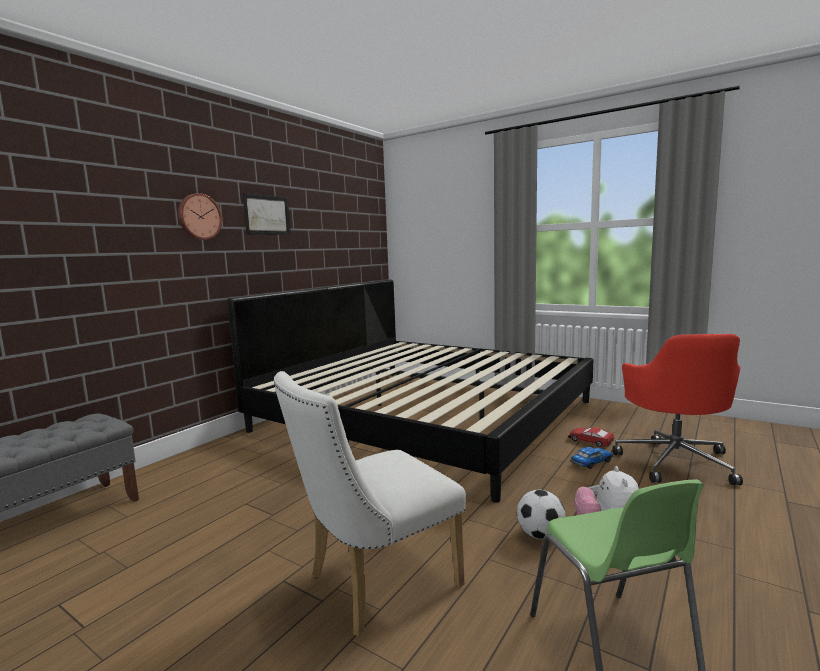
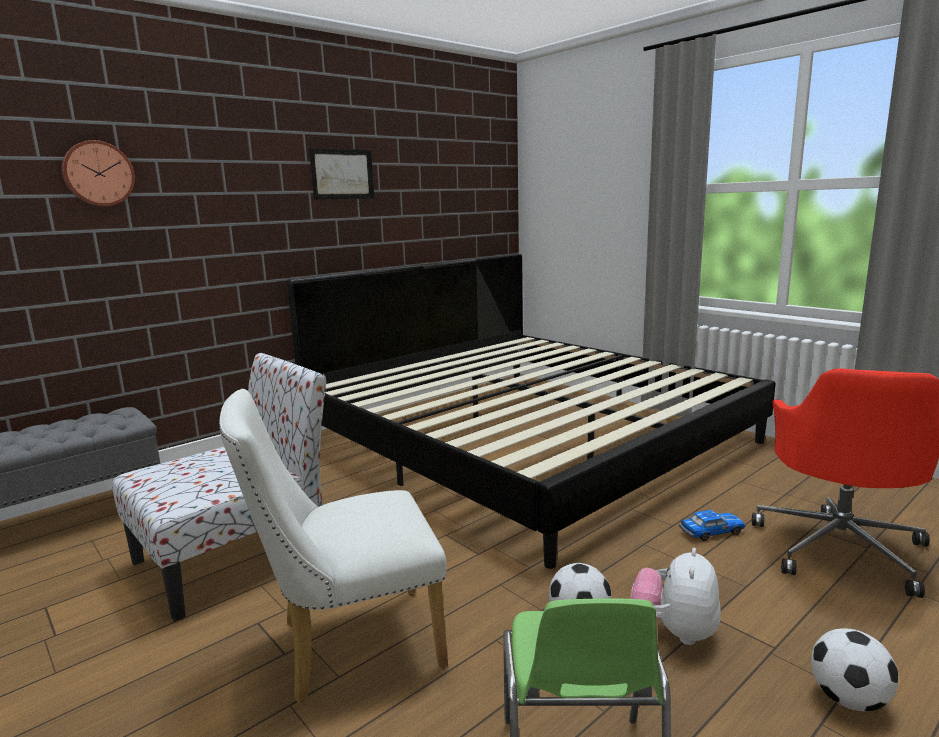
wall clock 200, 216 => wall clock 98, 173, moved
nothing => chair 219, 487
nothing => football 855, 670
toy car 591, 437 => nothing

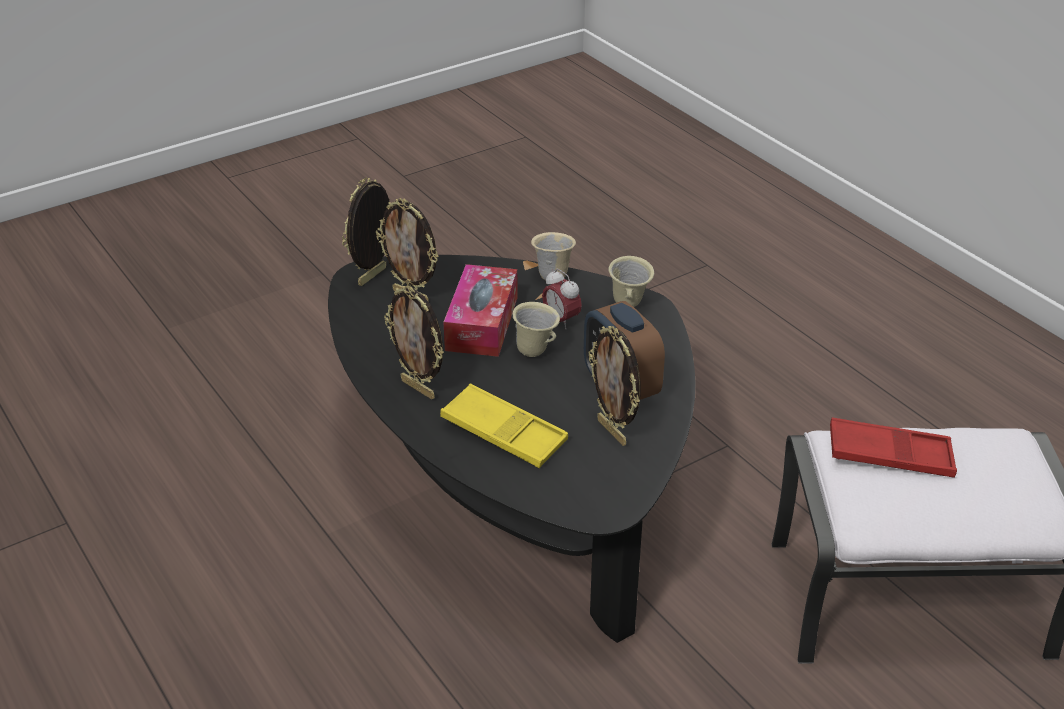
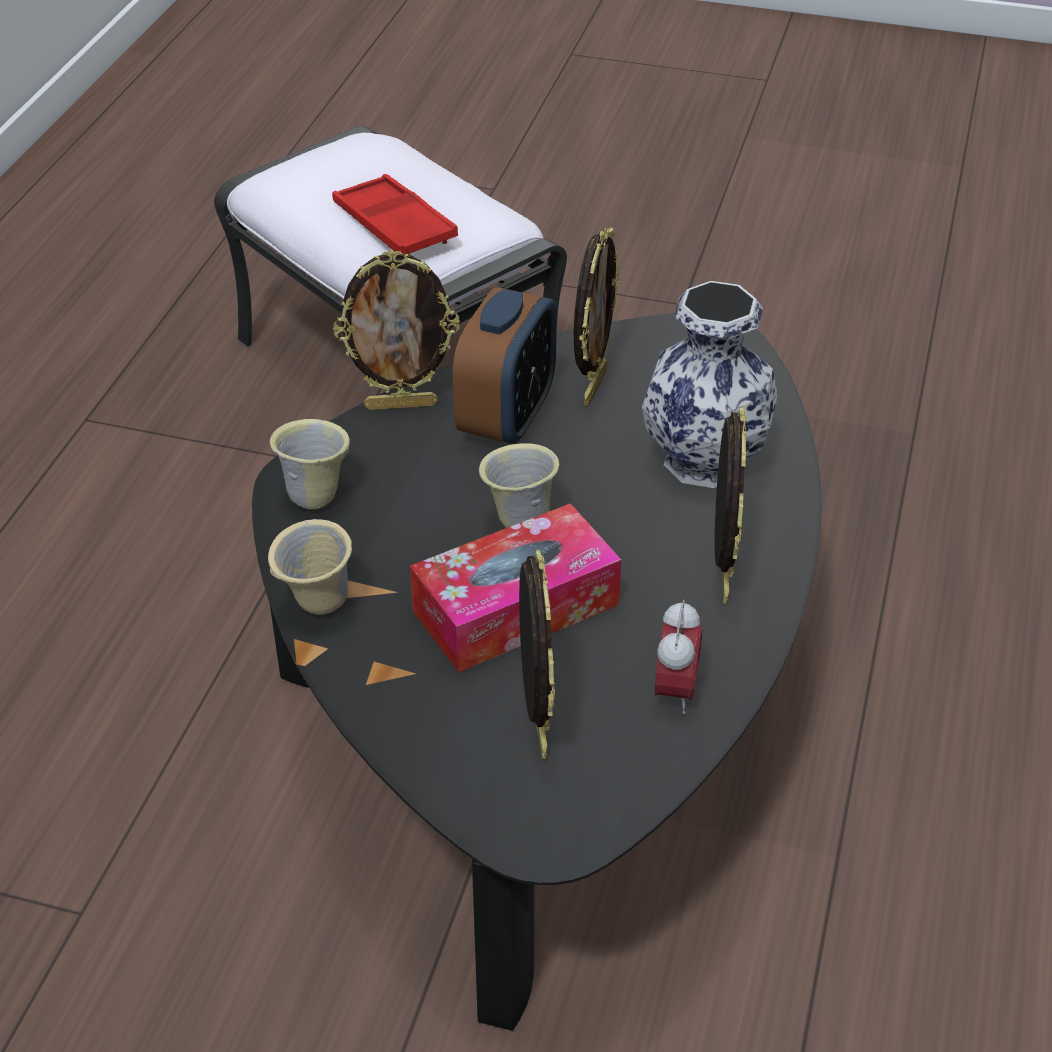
picture frame 366, 232 => picture frame 396, 330, moved
yellow tray 504, 425 => vase 710, 384
alarm clock 562, 299 => alarm clock 678, 656, moved

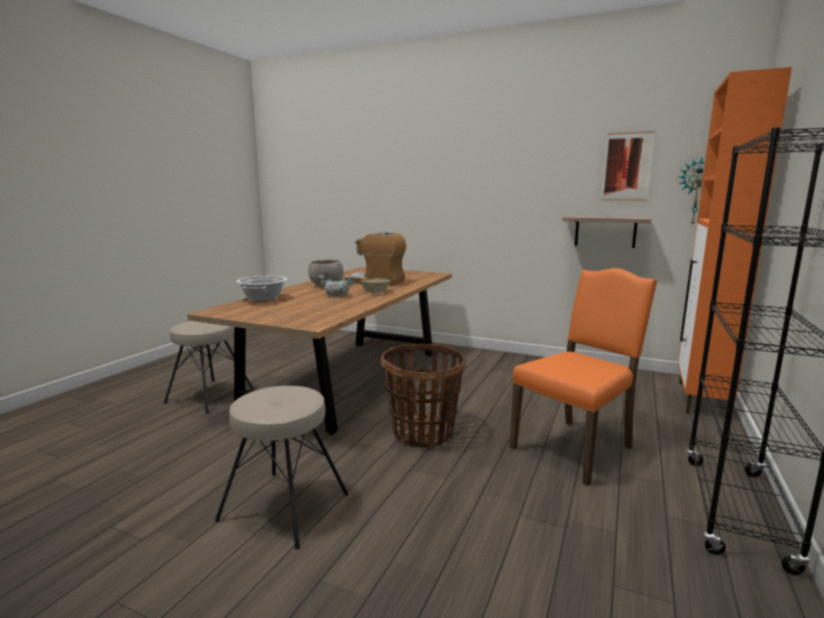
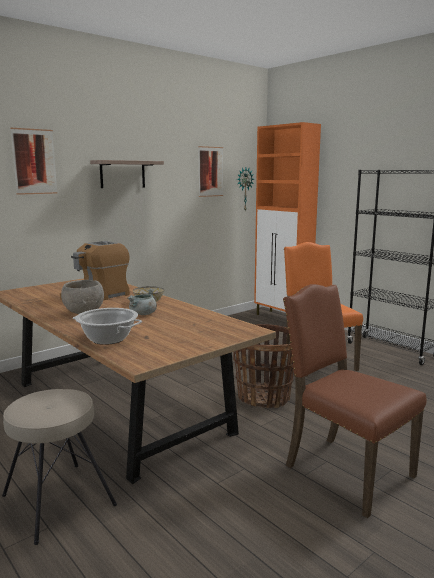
nothing => picture 33, 161
shelf 606, 232 => shelf 127, 174, moved
beige stool 282, 467 => brown chair 355, 401

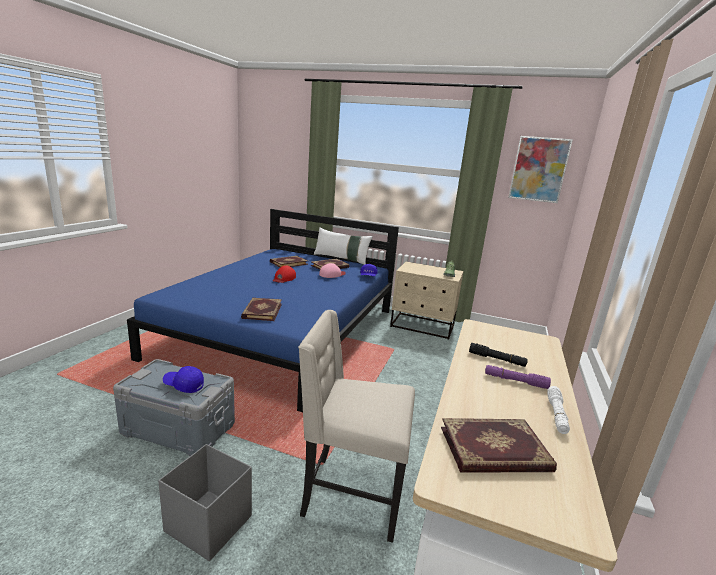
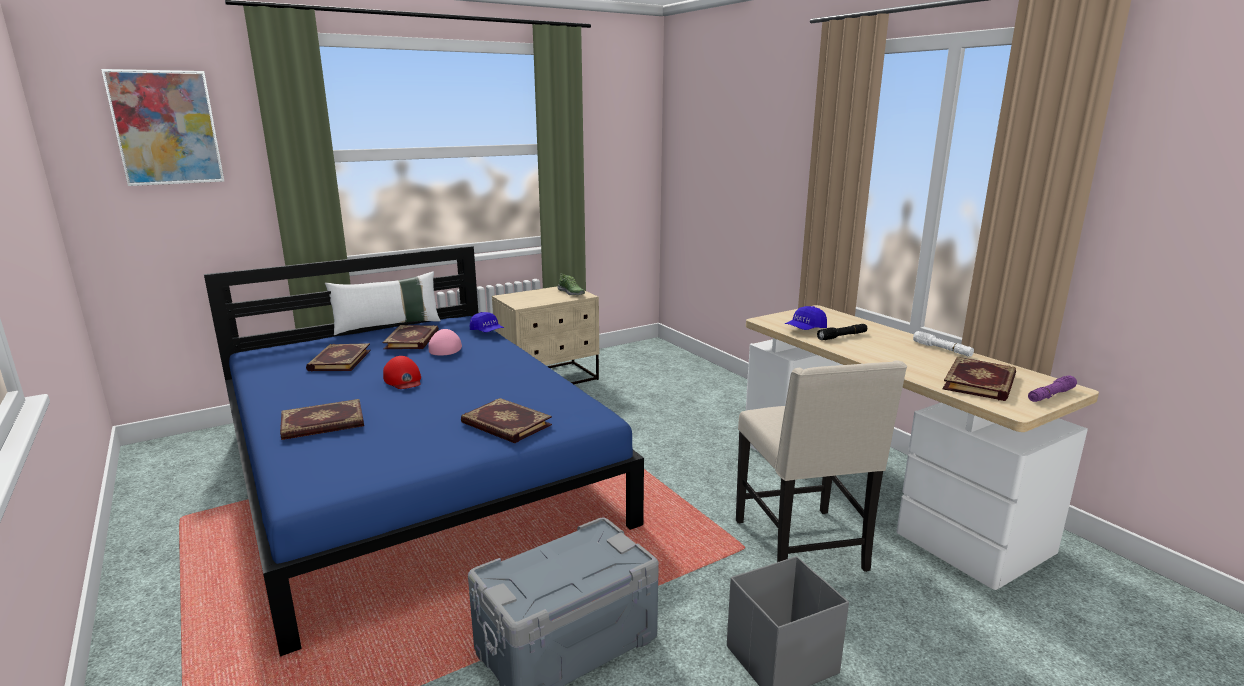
picture 540, 169 => picture 162, 127, moved
nothing => book 322, 419
beige chair 356, 426 => beige chair 821, 466, 60 degrees counterclockwise
blue cap 183, 379 => blue cap 806, 318, moved
purple flashlight 518, 377 => purple flashlight 1052, 388, moved

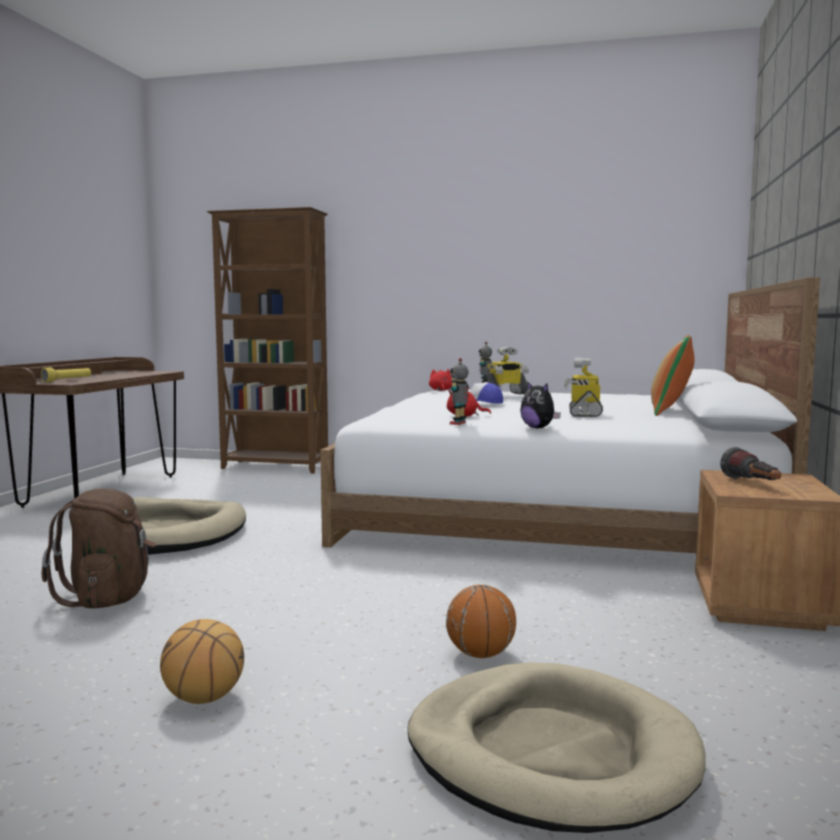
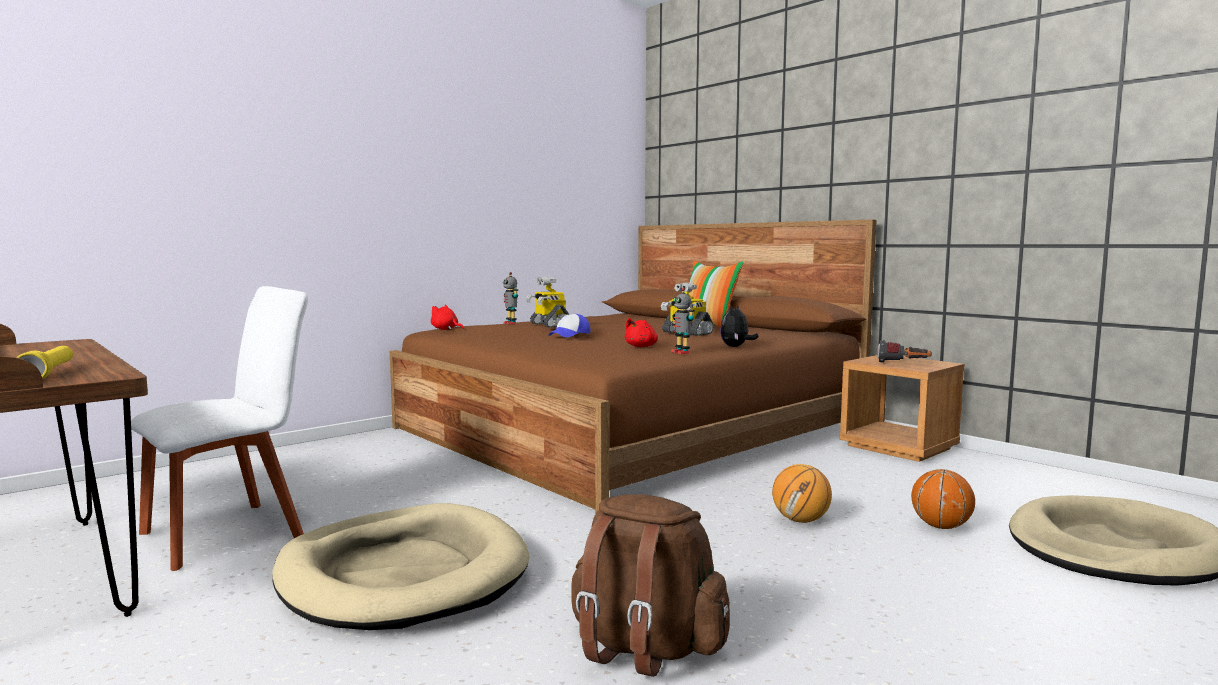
nothing => white chair 219, 428
white bed 570, 415 => brown bed 633, 366
toy robot 505, 370 => toy robot 547, 302, 135 degrees clockwise
plush toy 540, 404 => plush toy 739, 326, 120 degrees clockwise
basketball 202, 661 => basketball 802, 493, moved
brown bookcase 267, 340 => nothing

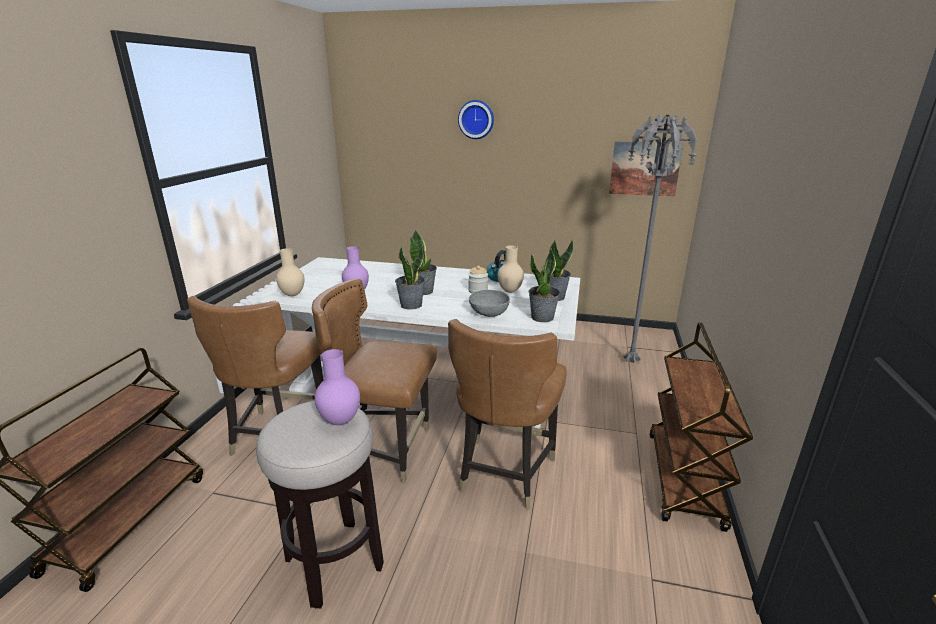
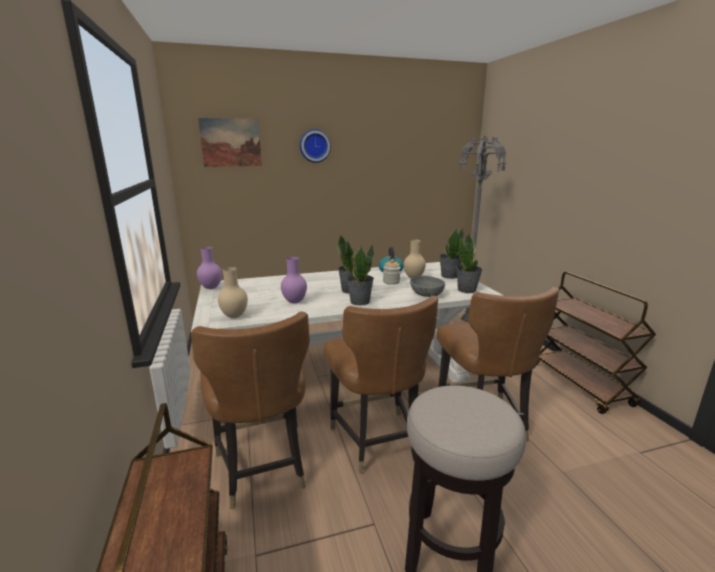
purple vase 337, 387 => purple vase 209, 268, moved
picture 646, 169 => picture 230, 142, moved
brown chair 374, 381 => brown chair 381, 384, 90 degrees counterclockwise

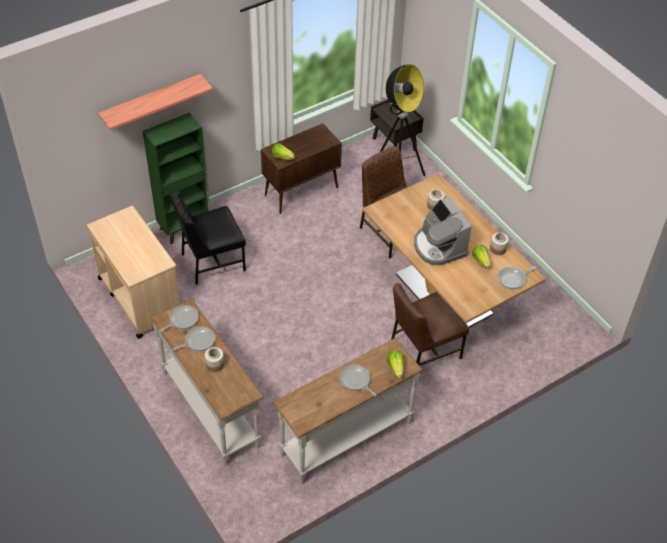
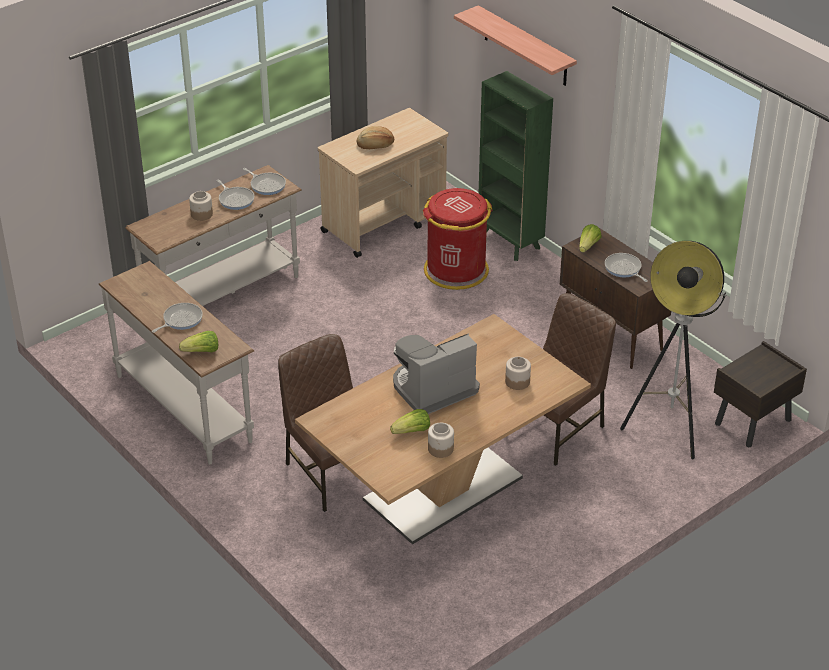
nothing => bread 375, 137
black chair 208, 238 => red trash can 457, 239
frying pan 517, 278 => frying pan 626, 267, moved

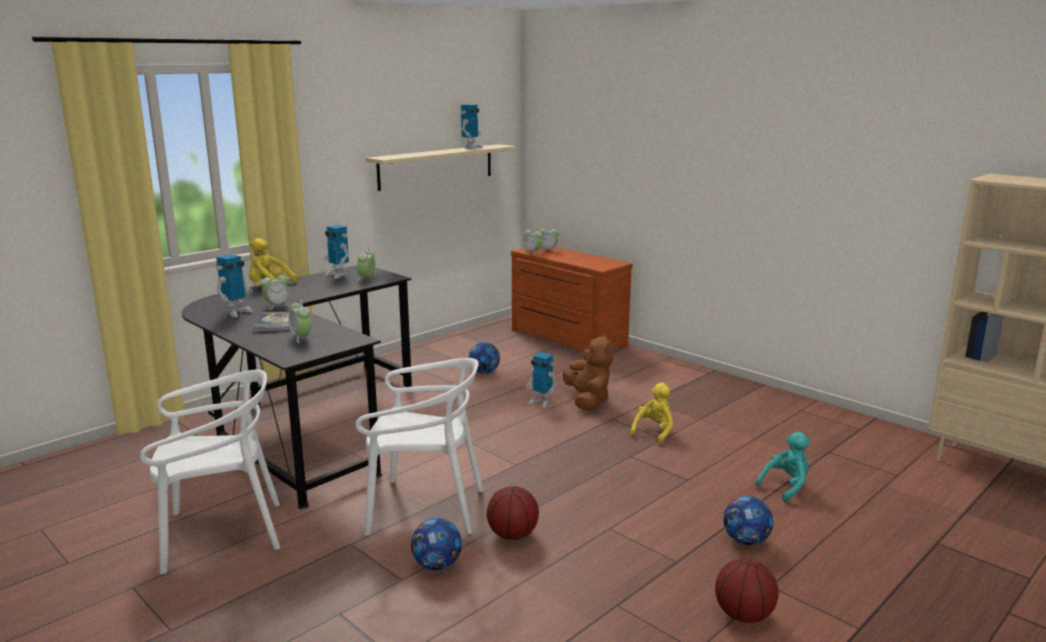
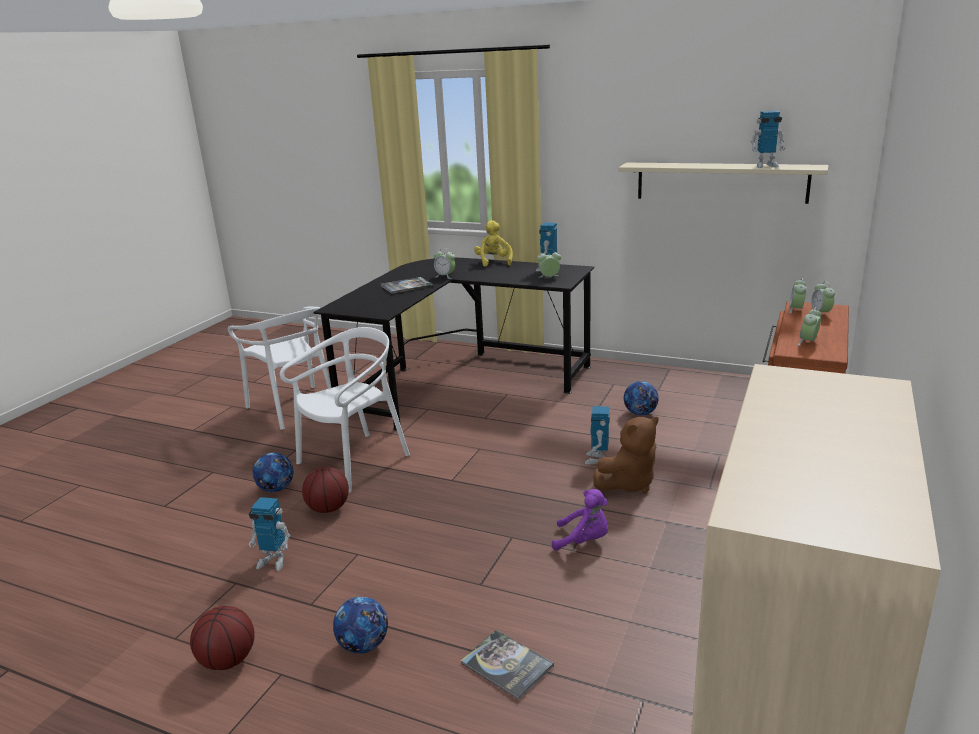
toy robot 234, 285 => toy robot 269, 534, moved
white chair 419, 447 => white chair 345, 410, 120 degrees counterclockwise
turquoise plush toy 782, 467 => book 507, 665
yellow plush toy 651, 414 => purple plush toy 580, 520
alarm clock 300, 321 => alarm clock 809, 326, moved

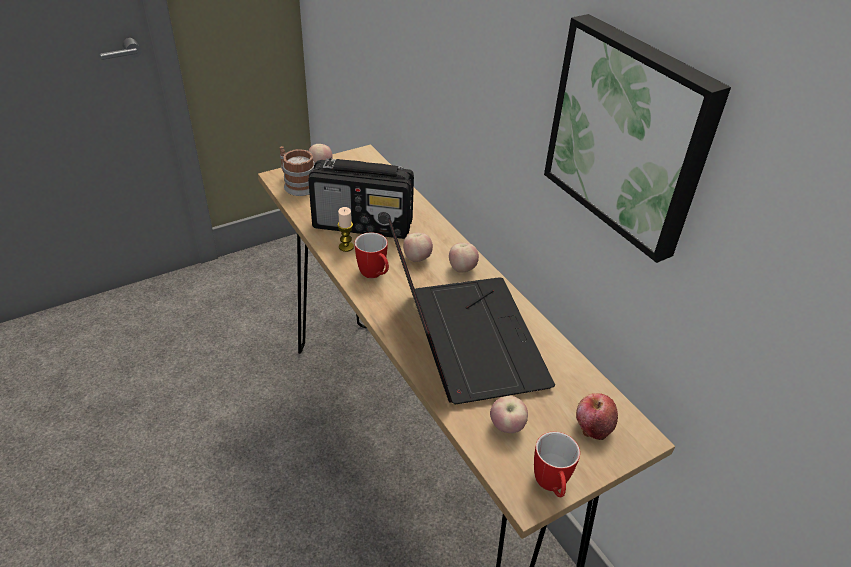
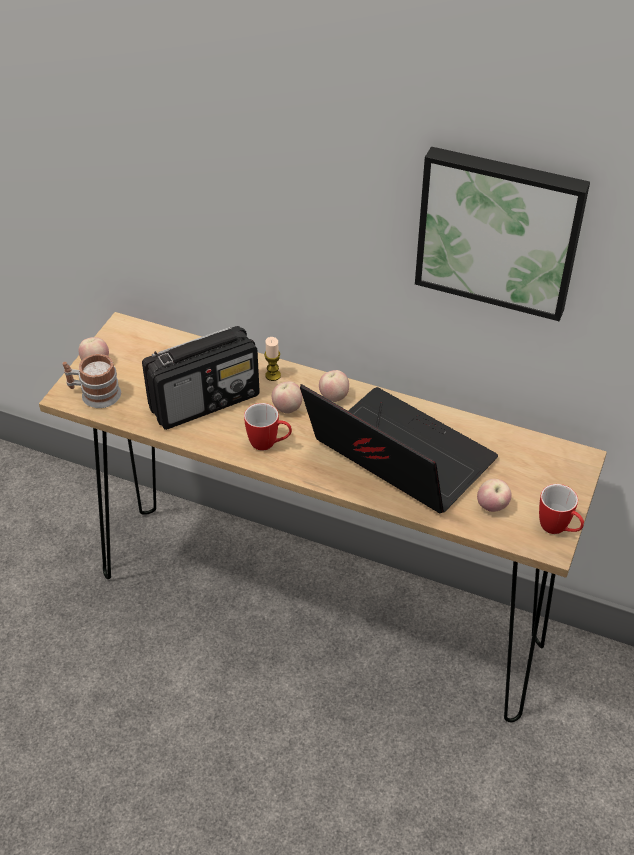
candle 345, 229 => candle 272, 359, moved
apple 597, 416 => nothing

